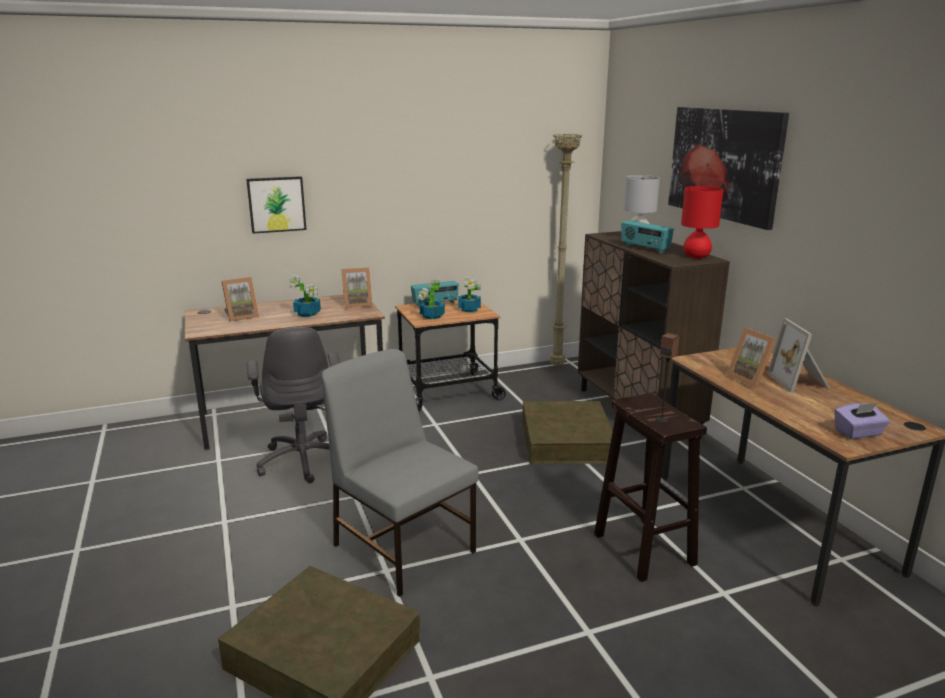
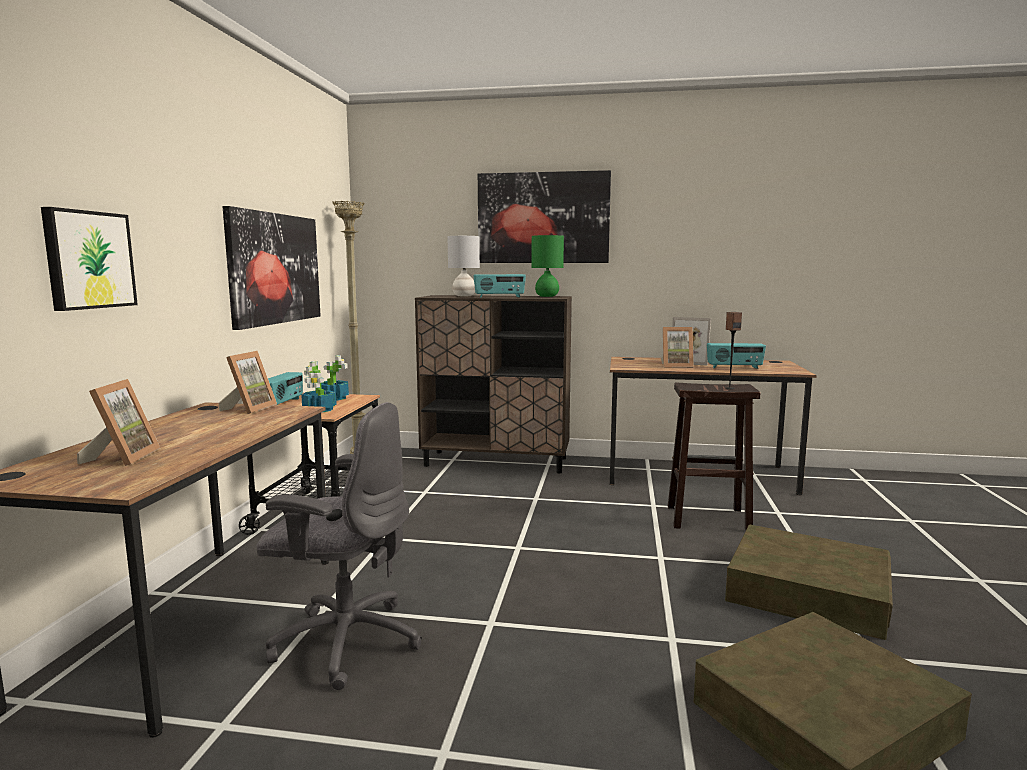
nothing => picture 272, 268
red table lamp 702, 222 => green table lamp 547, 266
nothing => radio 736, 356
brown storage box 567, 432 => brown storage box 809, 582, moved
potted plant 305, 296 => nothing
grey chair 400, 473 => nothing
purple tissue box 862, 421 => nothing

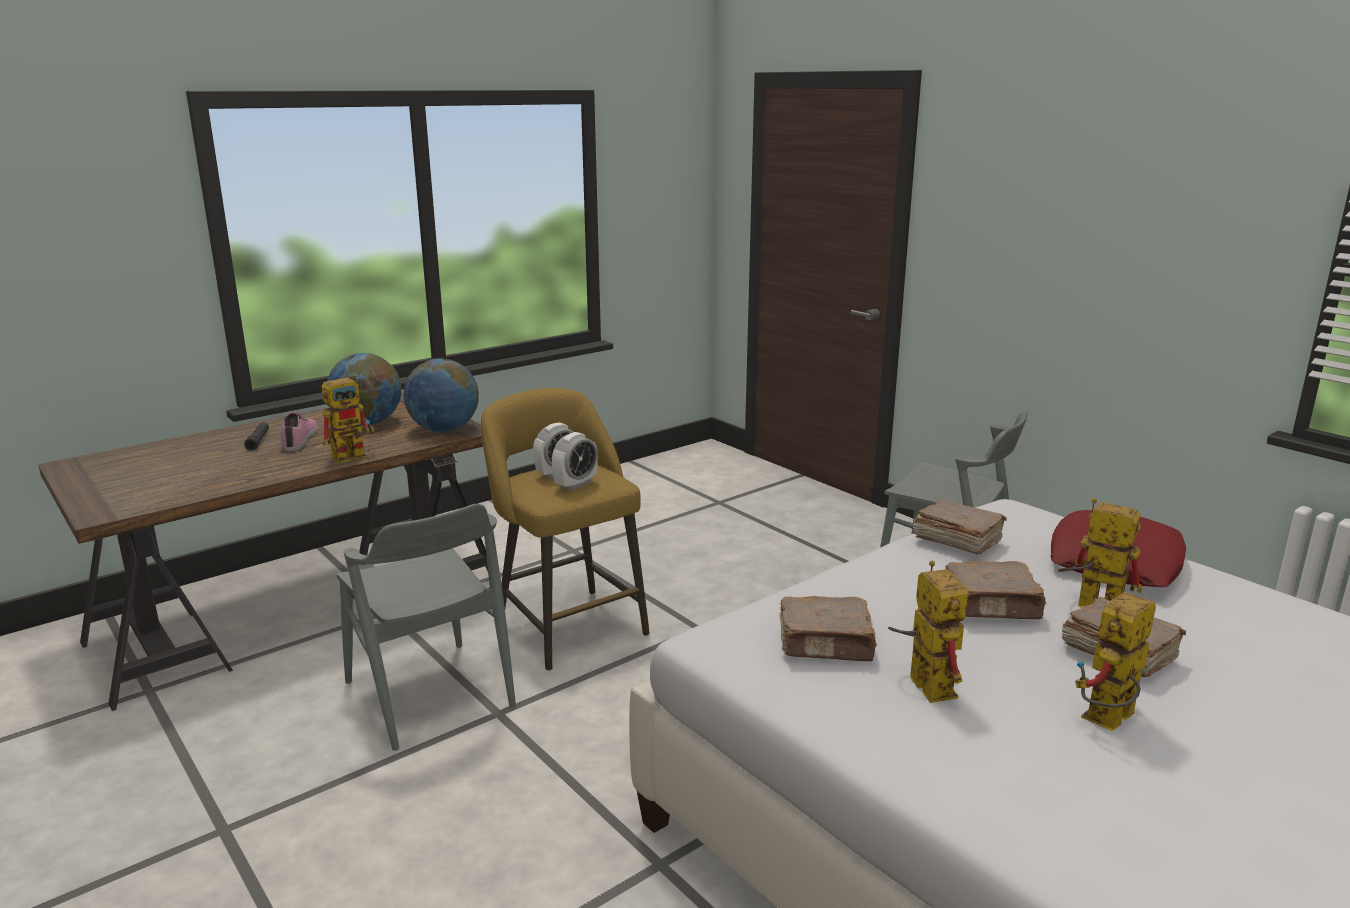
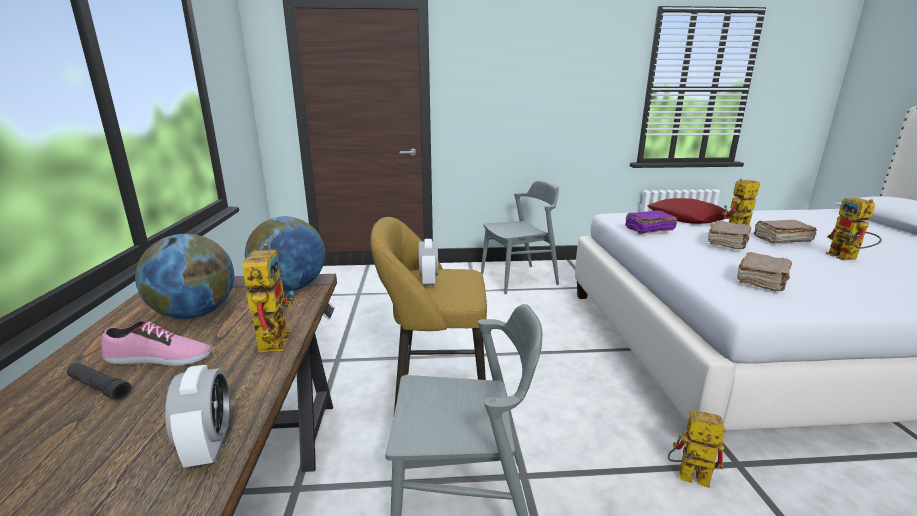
shoe 299, 432 => shoe 156, 343, 150 degrees clockwise
alarm clock 575, 461 => alarm clock 197, 416, moved
brown book 959, 527 => purple book 651, 222
toy robot 928, 632 => toy robot 696, 449, moved

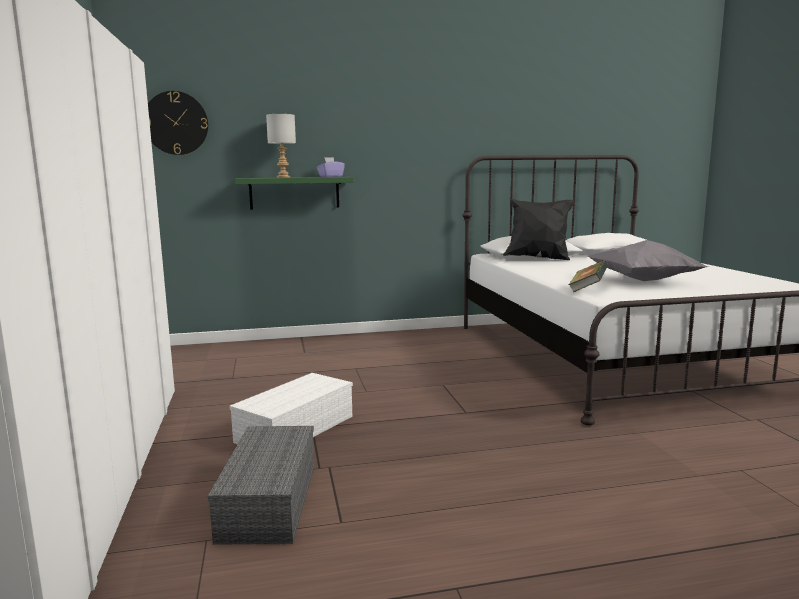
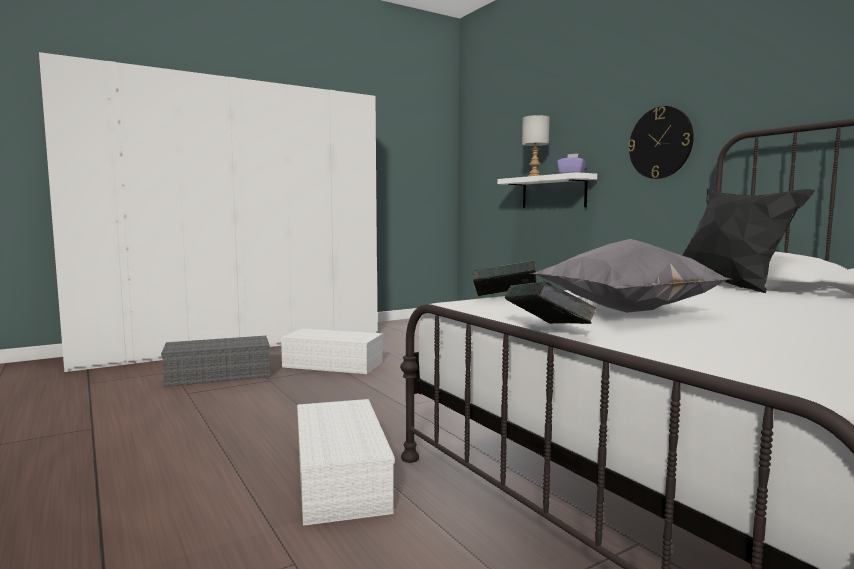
nothing => white storage box 346, 462
green shelf 294, 193 => white shelf 547, 190
nothing => book 551, 302
wall clock 178, 123 => wall clock 661, 142, moved

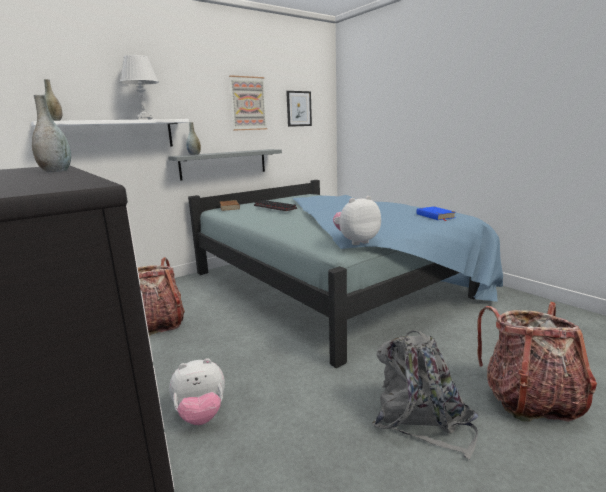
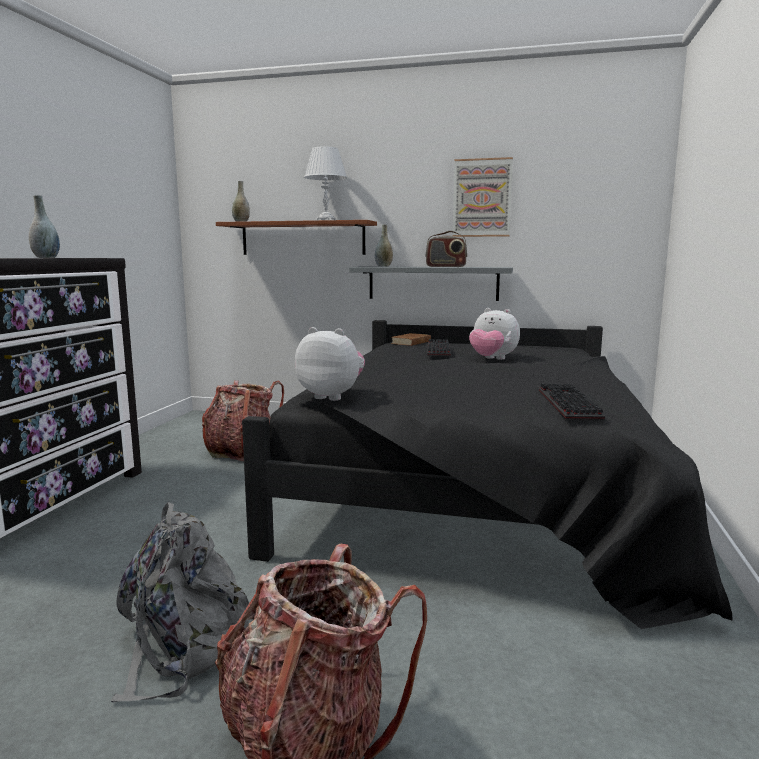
white shelf 110, 133 => brown shelf 296, 237
blue bed 345, 274 => black bed 487, 474
nothing => radio 446, 249
plush toy 197, 391 => plush toy 494, 334, moved
blue book 435, 214 => keyboard 572, 401
picture 299, 109 => nothing

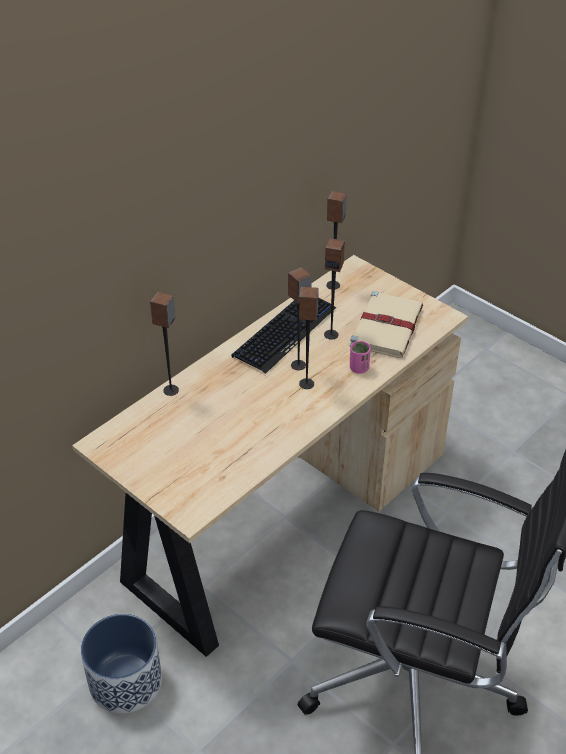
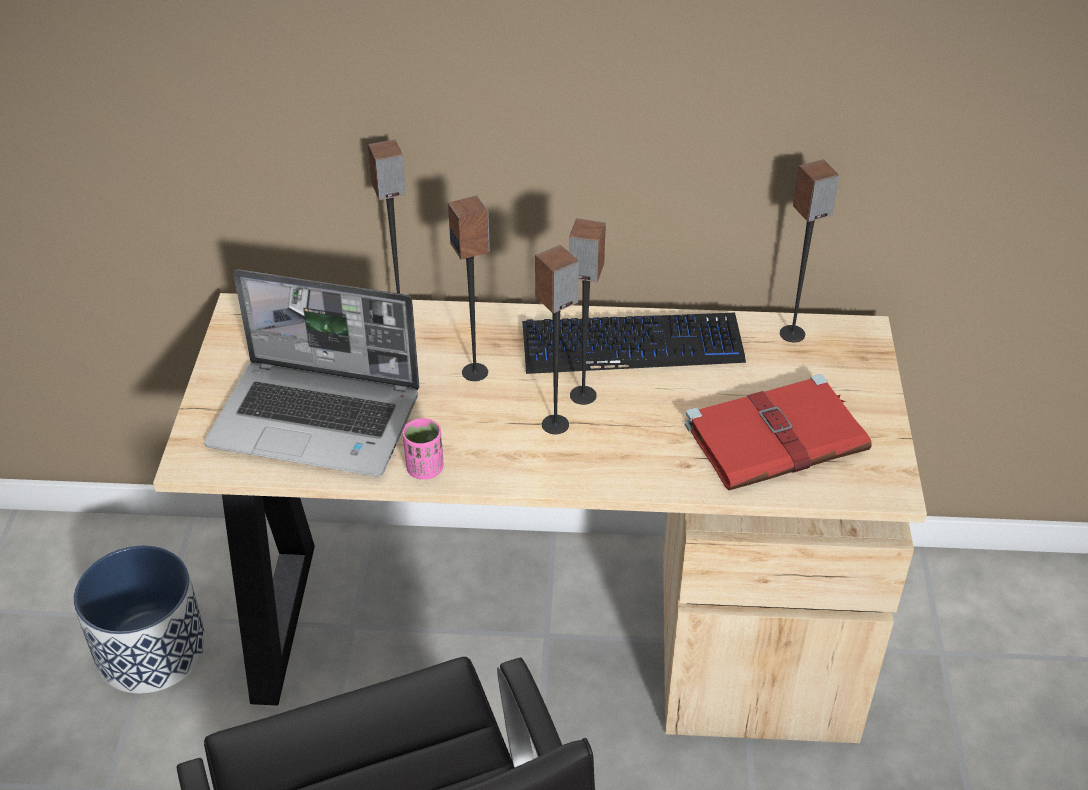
nothing => laptop 311, 373
pink cup 360, 357 => pink cup 423, 449, moved
speaker 334, 289 => speaker 469, 288, moved
beige book 386, 324 => red book 778, 432

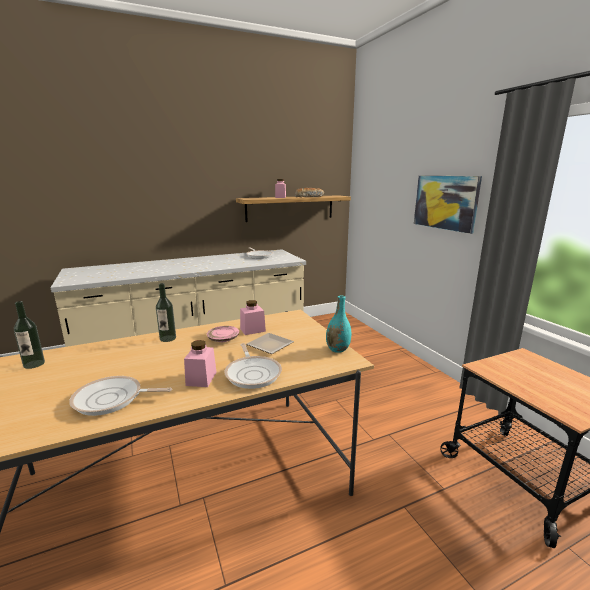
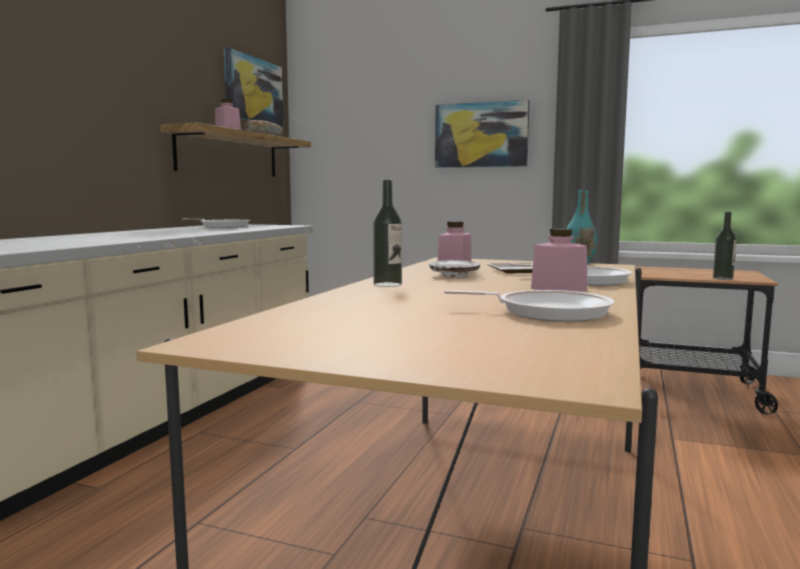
nothing => picture 253, 87
pink plate 223, 334 => white plate 454, 268
frying pan 120, 396 => frying pan 529, 306, 120 degrees counterclockwise
bottle 29, 335 => bottle 725, 246, moved

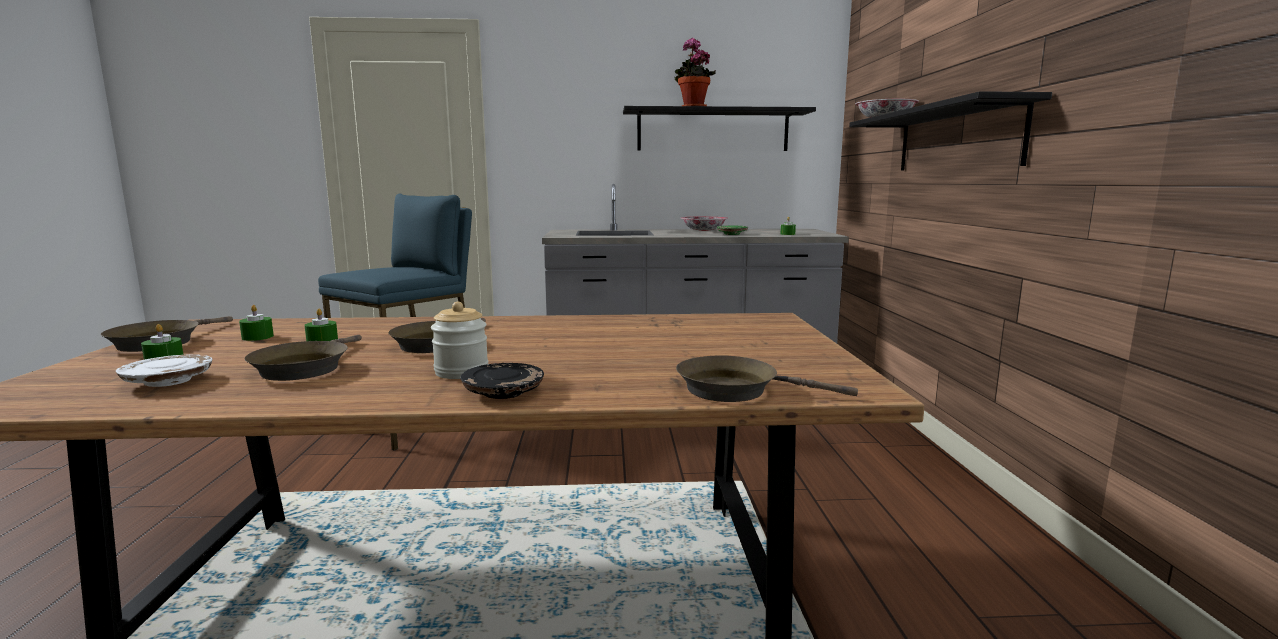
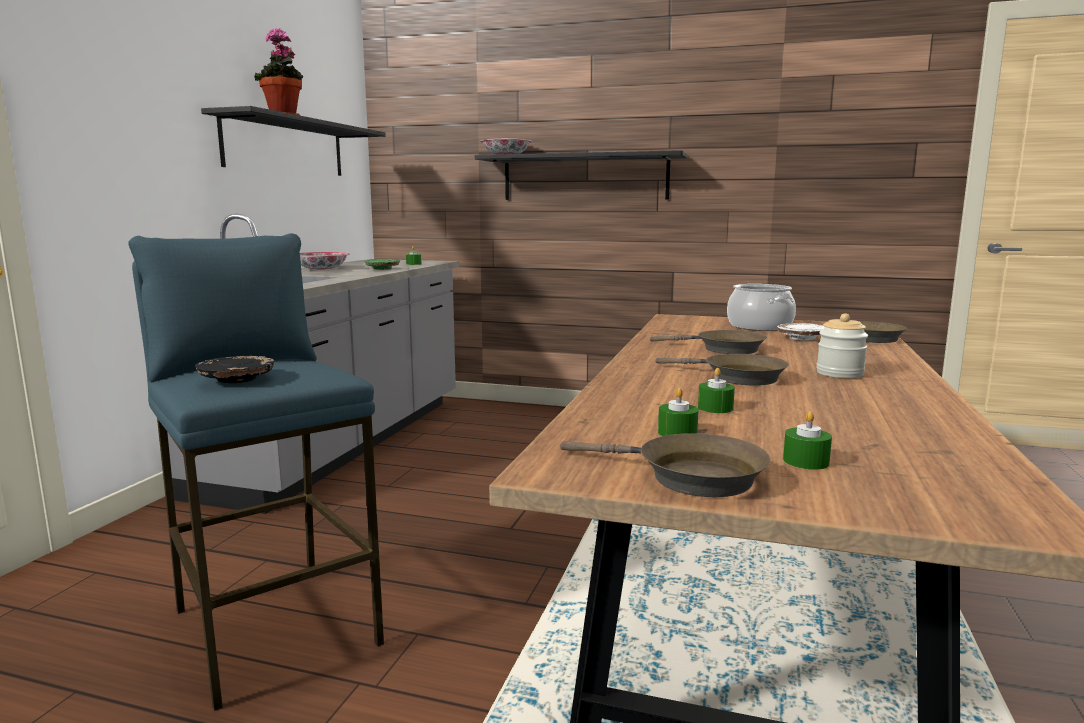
black plate 502, 381 => black plate 235, 369, moved
brown frying pan 303, 358 => brown frying pan 708, 342, moved
nothing => cooking pot 761, 307
white plate 164, 370 => white plate 800, 331, moved

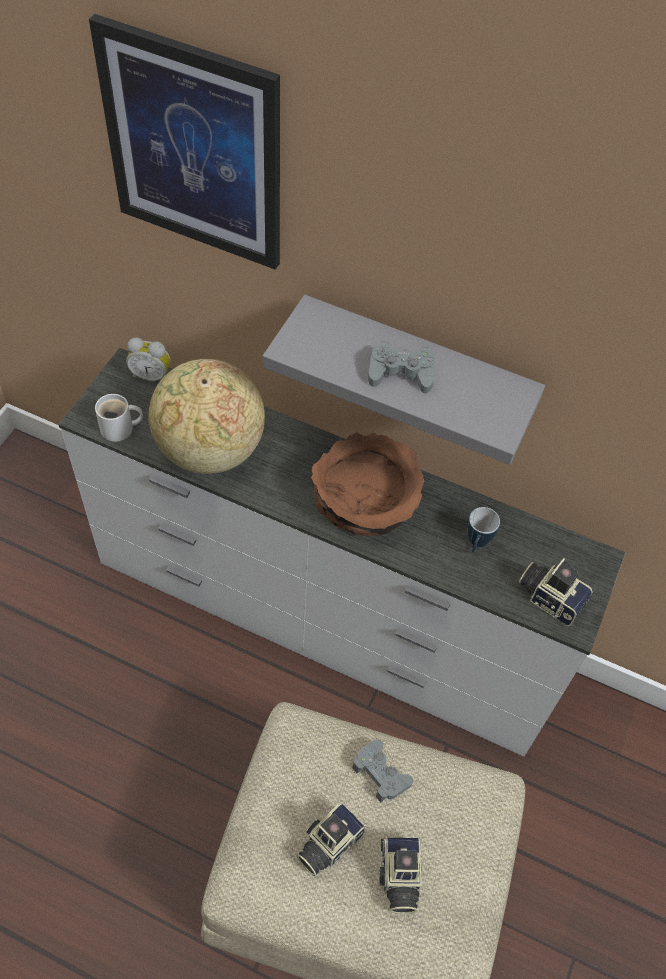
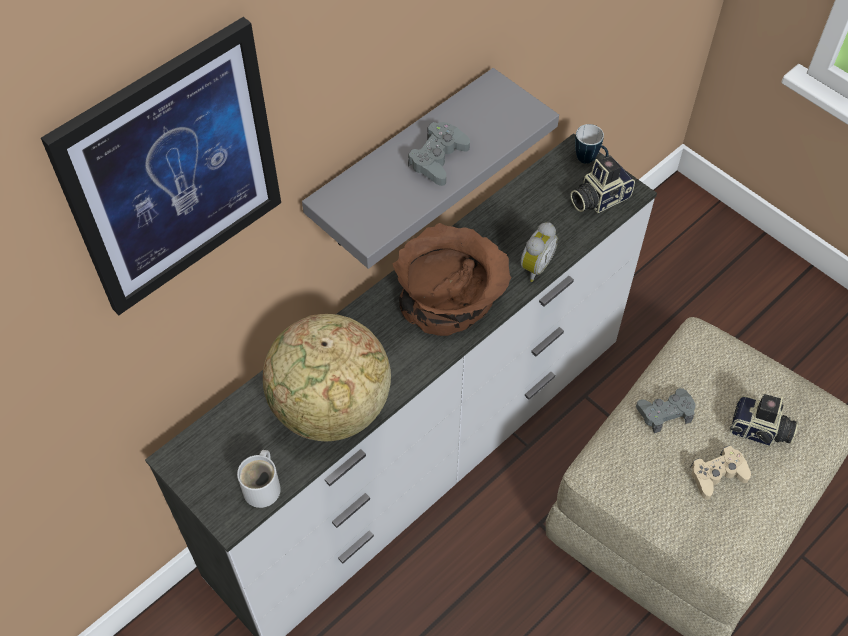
alarm clock 148, 359 => alarm clock 539, 252, moved
mug 483, 530 => mug 591, 144, moved
photo camera 331, 839 => beige game controller 721, 473

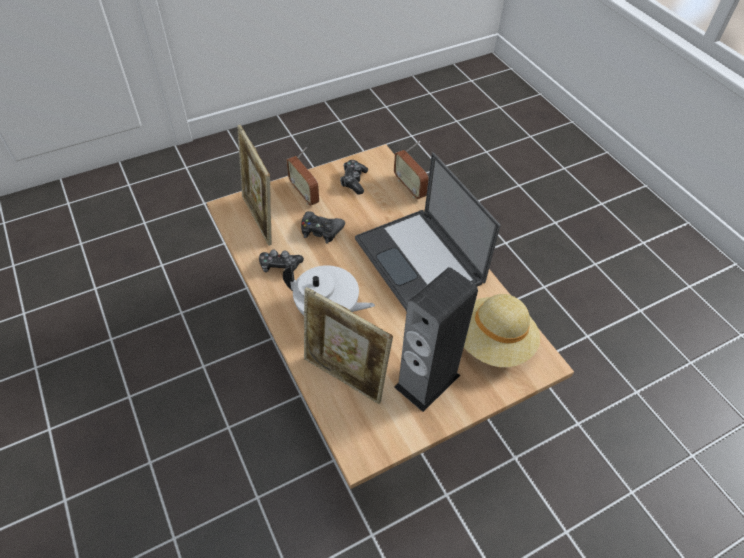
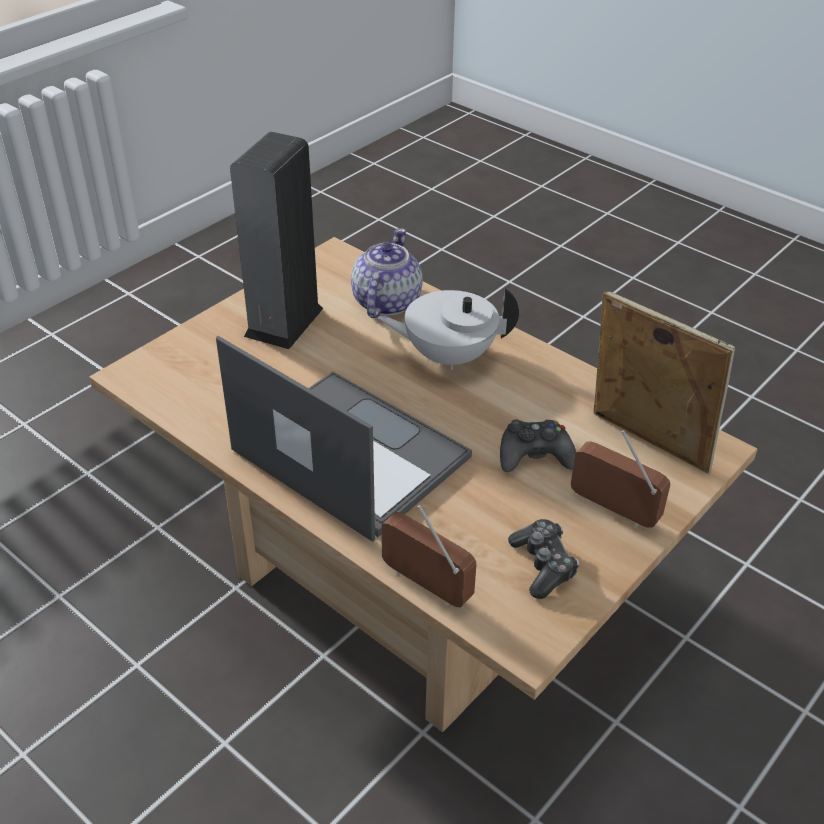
picture frame 348, 345 => teapot 387, 273
game controller 281, 261 => nothing
beige hat 502, 330 => nothing

